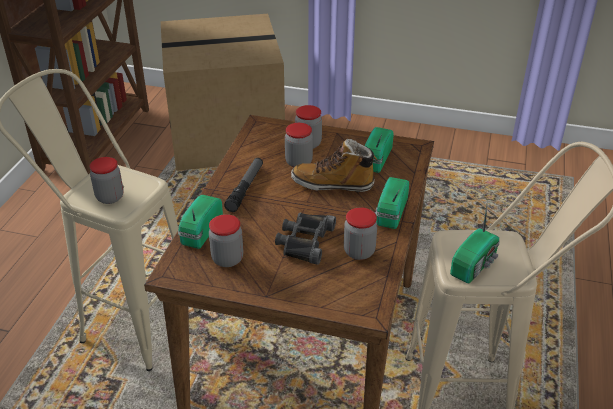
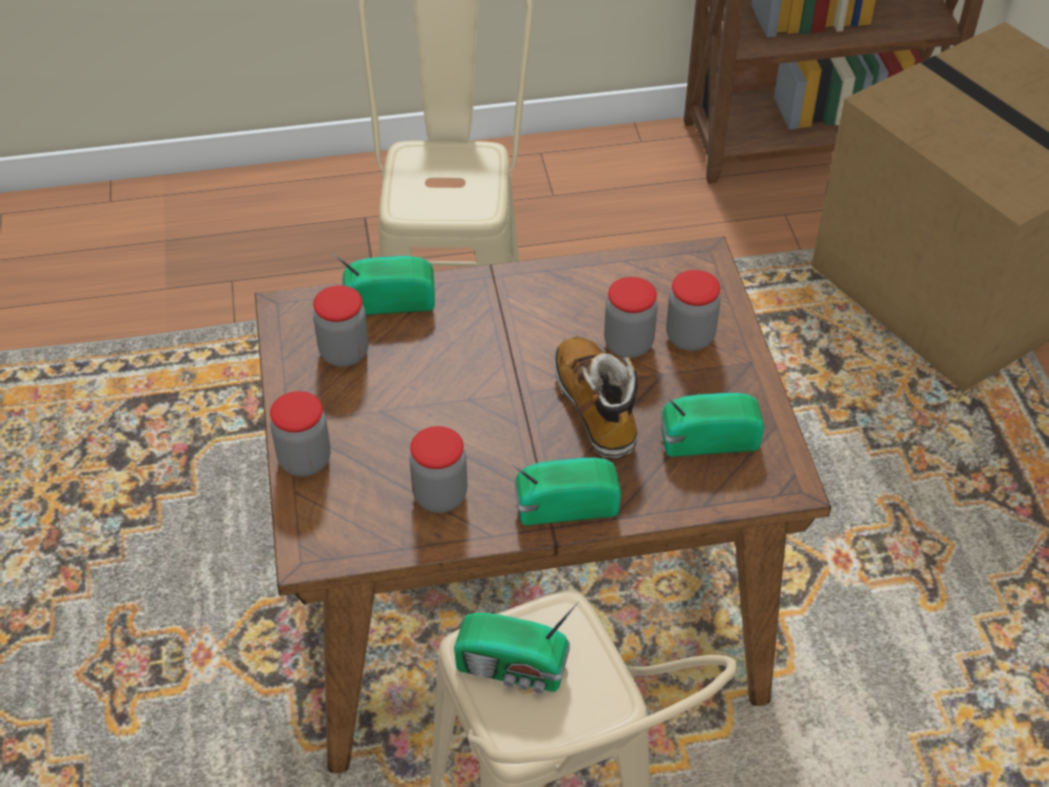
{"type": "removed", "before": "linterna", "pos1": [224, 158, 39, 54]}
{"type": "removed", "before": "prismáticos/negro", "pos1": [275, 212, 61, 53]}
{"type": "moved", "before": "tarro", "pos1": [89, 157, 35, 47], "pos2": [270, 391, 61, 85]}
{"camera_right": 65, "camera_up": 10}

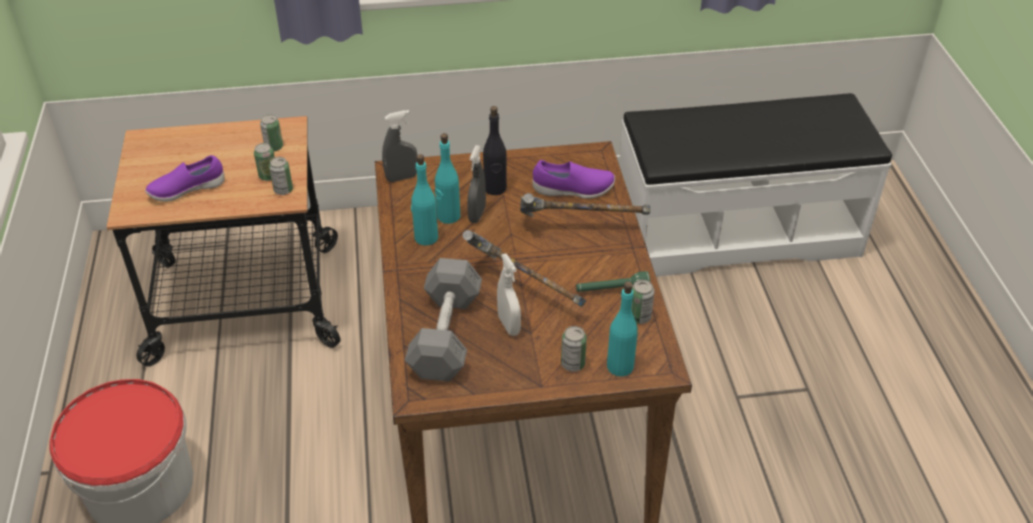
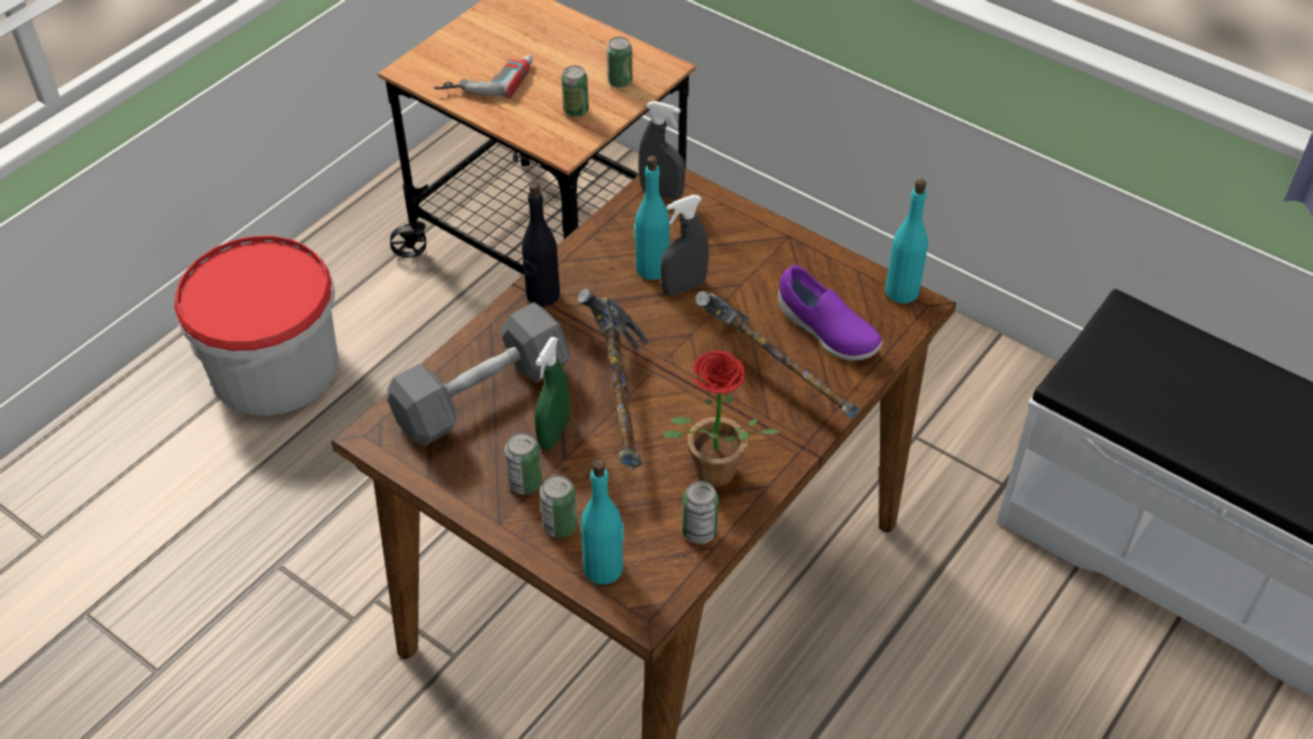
{"type": "moved", "before": "lata", "pos1": [269, 157, 24, 38], "pos2": [504, 432, 38, 63]}
{"type": "moved", "before": "botella/turquesa", "pos1": [411, 154, 27, 92], "pos2": [885, 179, 43, 124]}
{"type": "moved", "before": "botella/negro", "pos1": [483, 106, 24, 89], "pos2": [522, 182, 38, 125]}
{"type": "replaced", "before": "zapato/morado", "after": "taladro", "pos1": [145, 155, 80, 47], "pos2": [434, 55, 99, 43]}
{"type": "replaced", "before": "linterna/verde", "after": "planta en maceta", "pos1": [576, 271, 74, 21], "pos2": [664, 351, 117, 136]}
{"type": "recoloured", "before": "pulverizador/blanco", "after": "pulverizador/verde", "pos1": [497, 253, 24, 83], "pos2": [535, 337, 35, 112]}
{"camera_right": 45, "camera_up": 5}

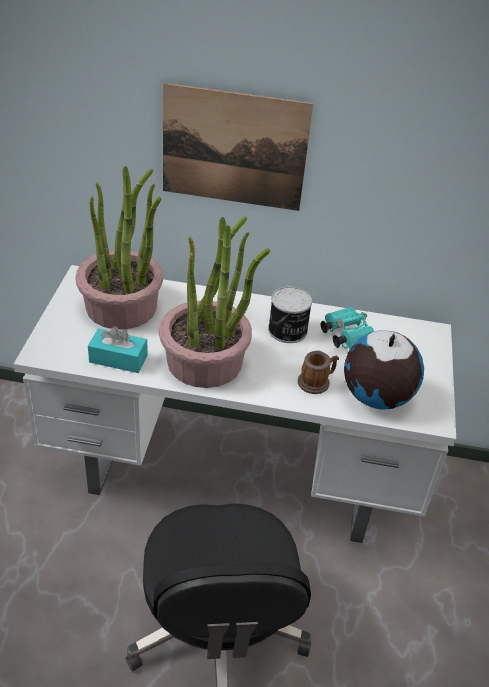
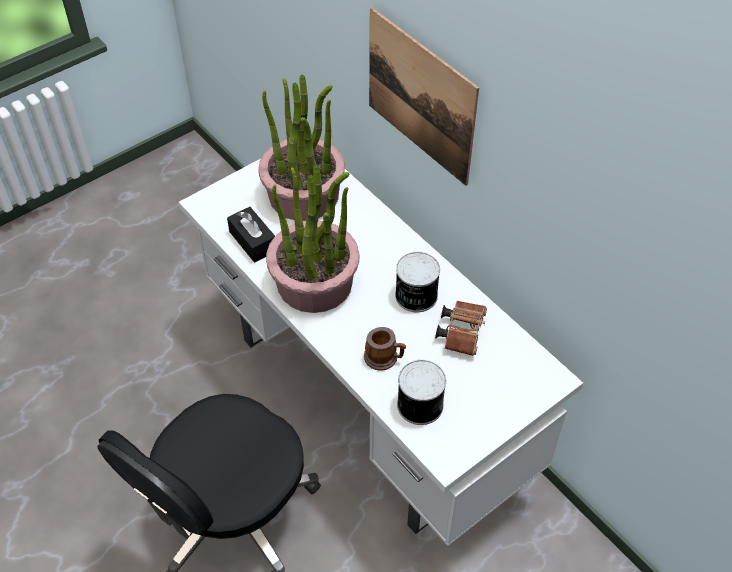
{"type": "replaced", "before": "globo terráqueo", "after": "lata", "pos1": [344, 330, 80, 79], "pos2": [397, 360, 49, 65]}
{"type": "recoloured", "before": "caja de pañuelos/turquesa", "after": "caja de pañuelos/negro", "pos1": [88, 326, 60, 47], "pos2": [227, 207, 48, 55]}
{"type": "recoloured", "before": "prismáticos/turquesa", "after": "prismáticos/marrón", "pos1": [321, 306, 53, 43], "pos2": [435, 301, 52, 55]}
{"camera_right": 45, "camera_up": 10}

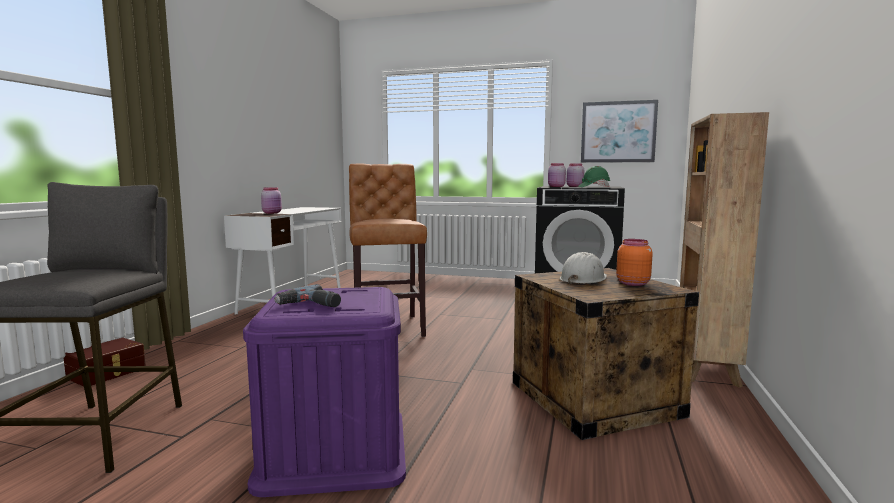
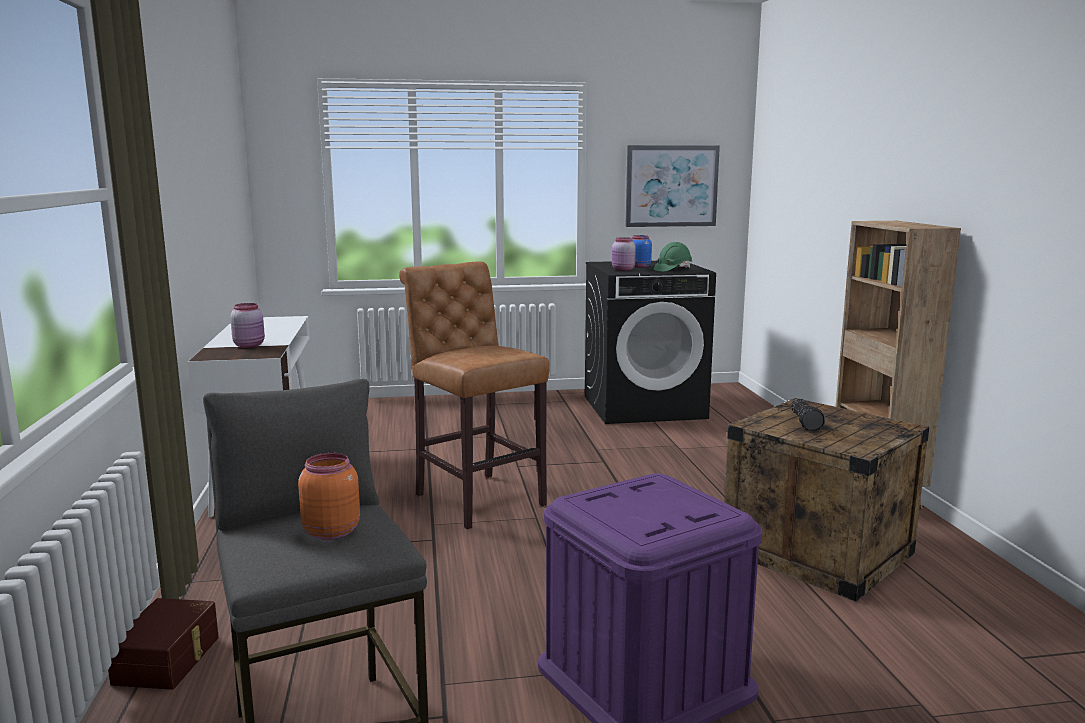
{"type": "removed", "before": "taladro", "pos1": [274, 284, 67, 23]}
{"type": "moved", "before": "tarro/naranja", "pos1": [616, 239, 37, 47], "pos2": [298, 453, 62, 87]}
{"type": "replaced", "before": "casco/blanco", "after": "linterna", "pos1": [559, 252, 48, 33], "pos2": [791, 399, 34, 32]}
{"type": "recoloured", "before": "tarro/rosa", "after": "tarro/azul", "pos1": [567, 163, 17, 24], "pos2": [632, 235, 20, 32]}
{"camera_right": -25, "camera_up": 5}

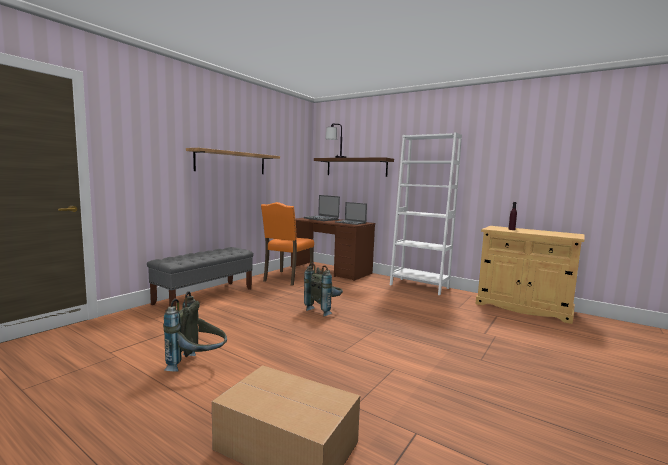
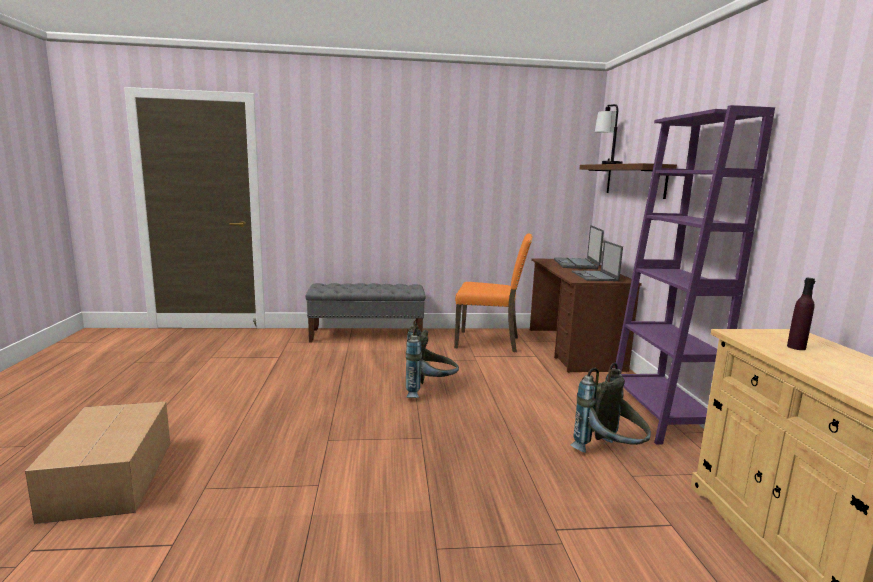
{"type": "removed", "before": "estante", "pos1": [186, 148, 94, 26]}
{"type": "moved", "before": "mochila/gris", "pos1": [163, 291, 64, 81], "pos2": [570, 363, 81, 90]}
{"type": "recoloured", "before": "estantería/blanco", "after": "estantería/morado", "pos1": [390, 132, 72, 163], "pos2": [616, 105, 159, 340]}
{"type": "turned", "before": "silla/naranja", "pos1": [261, 202, 53, 84], "pos2": [454, 233, 78, 119], "turn": -150}
{"camera_right": 50, "camera_up": 5}

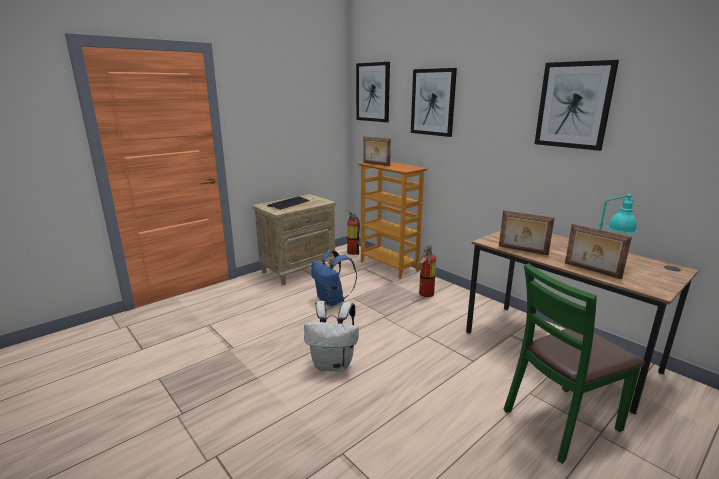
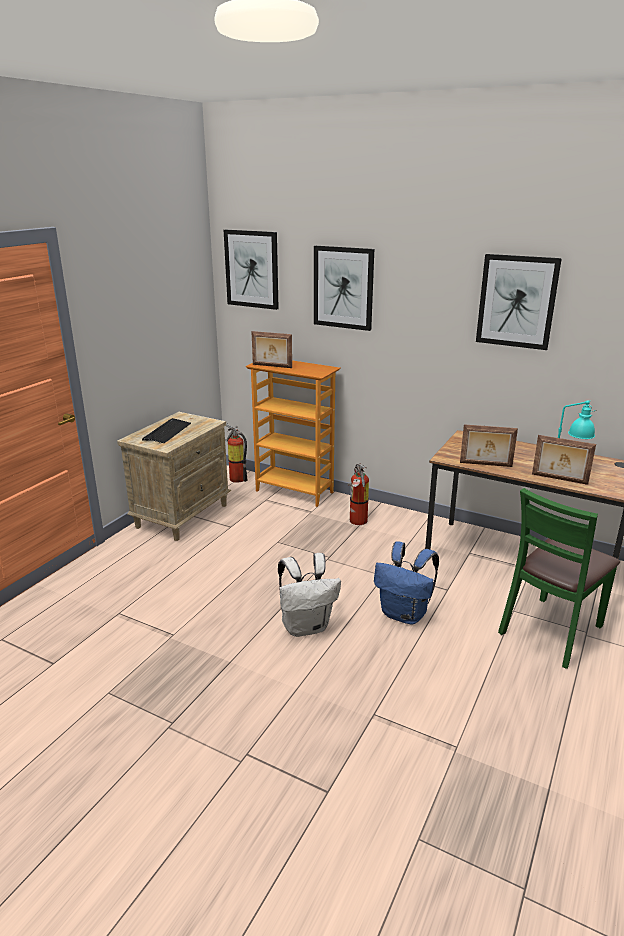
{"type": "moved", "before": "mochila/azul", "pos1": [311, 250, 46, 57], "pos2": [374, 542, 65, 83]}
{"camera_right": -20, "camera_up": 5}

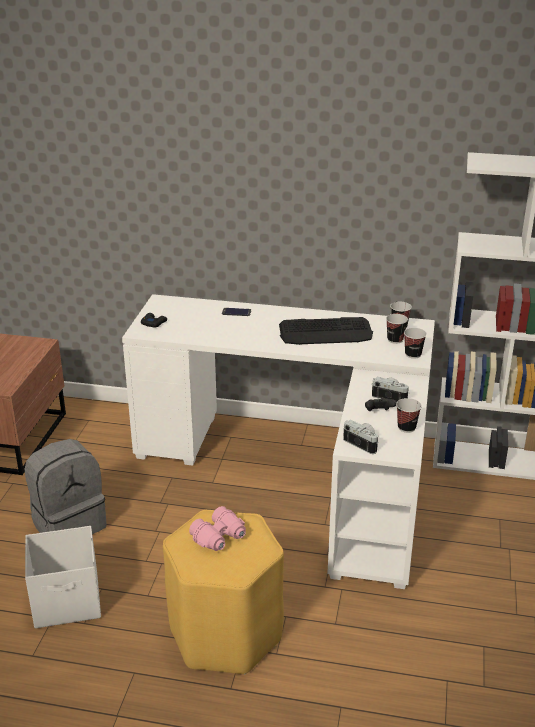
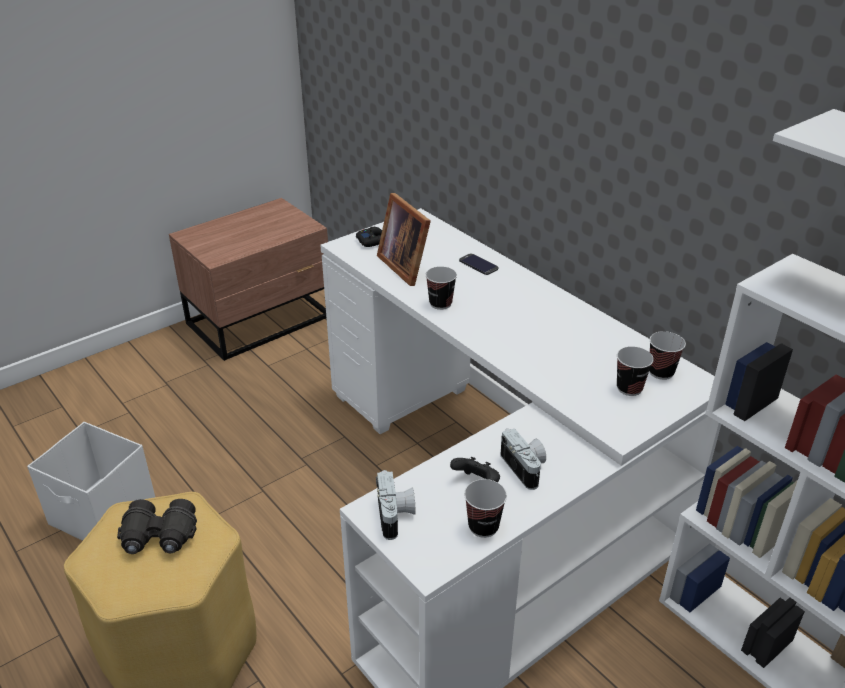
{"type": "removed", "before": "mochila/gris", "pos1": [25, 439, 82, 95]}
{"type": "removed", "before": "teclado", "pos1": [279, 317, 94, 28]}
{"type": "added", "after": "portarretratos", "pos2": [377, 193, 54, 93]}
{"type": "moved", "before": "taza", "pos1": [404, 328, 23, 31], "pos2": [426, 266, 31, 44]}
{"type": "recoloured", "before": "prismáticos/rosa", "after": "prismáticos/negro", "pos1": [189, 506, 57, 45], "pos2": [117, 499, 80, 55]}
{"camera_right": 40, "camera_up": 5}

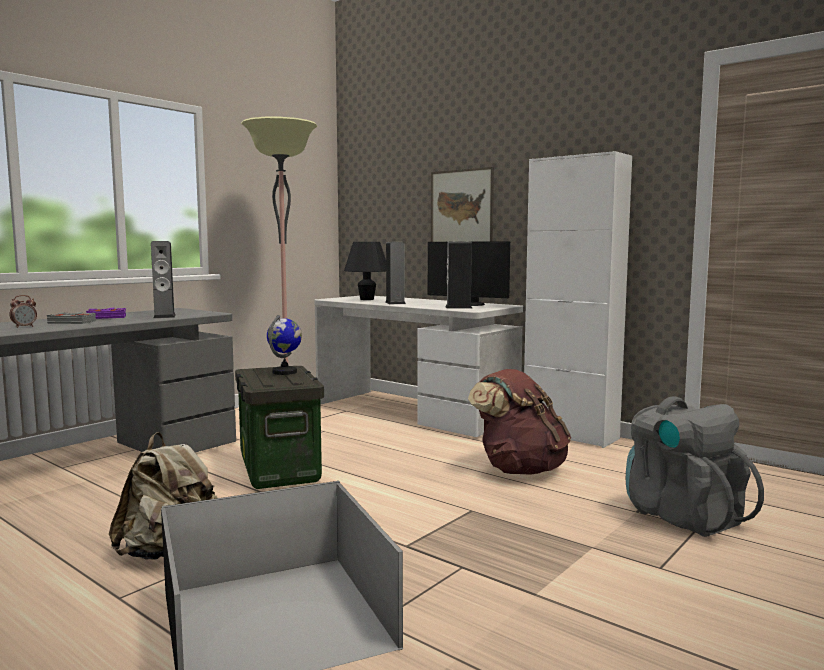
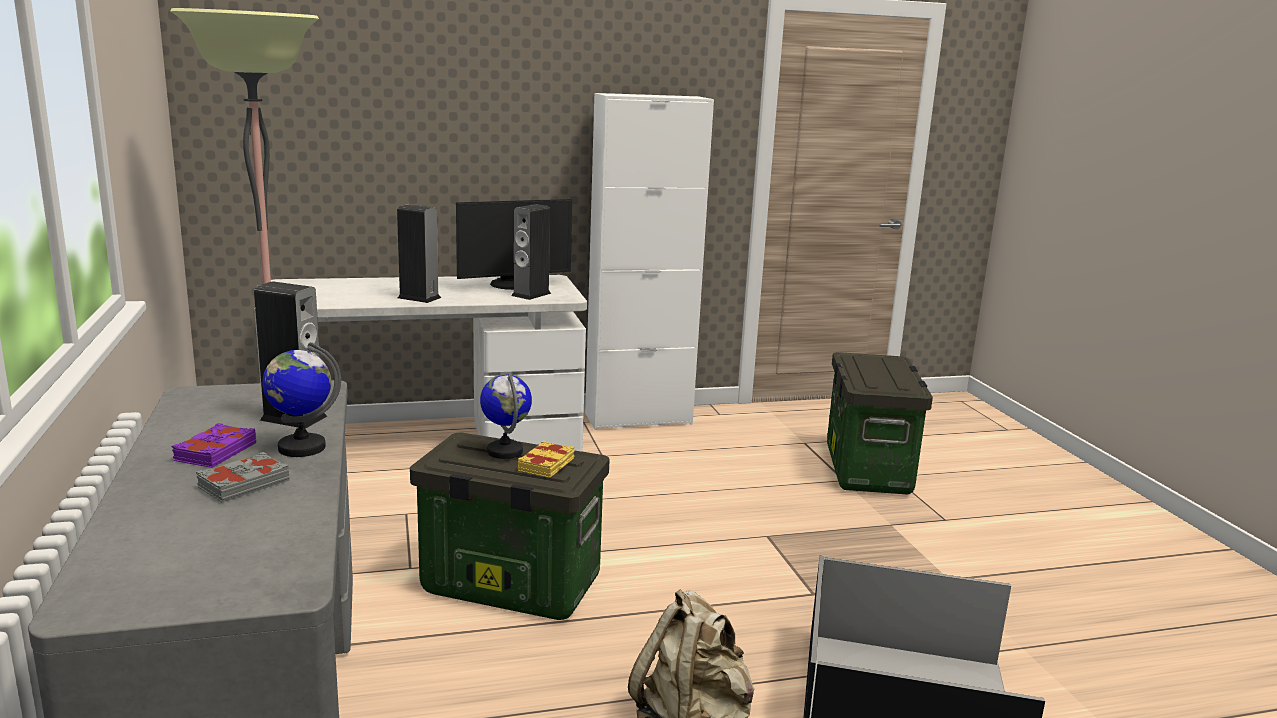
{"type": "removed", "before": "despertador", "pos1": [9, 295, 28, 33]}
{"type": "removed", "before": "lámpara de mesa/negro", "pos1": [344, 242, 42, 58]}
{"type": "removed", "before": "cuadro", "pos1": [431, 167, 63, 75]}
{"type": "removed", "before": "mochila/marrón", "pos1": [468, 369, 103, 106]}
{"type": "added", "after": "globo terráqueo", "pos2": [263, 342, 78, 115]}
{"type": "added", "after": "libro/amarillo", "pos2": [518, 440, 57, 38]}
{"type": "replaced", "before": "mochila/gris", "after": "caja de almacenaje", "pos1": [626, 396, 138, 141], "pos2": [827, 352, 106, 143]}
{"camera_right": -55, "camera_up": 10}

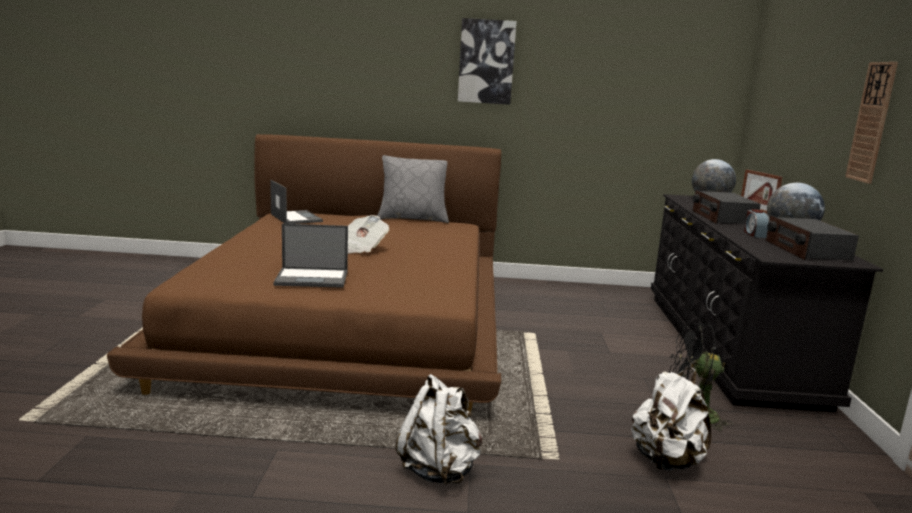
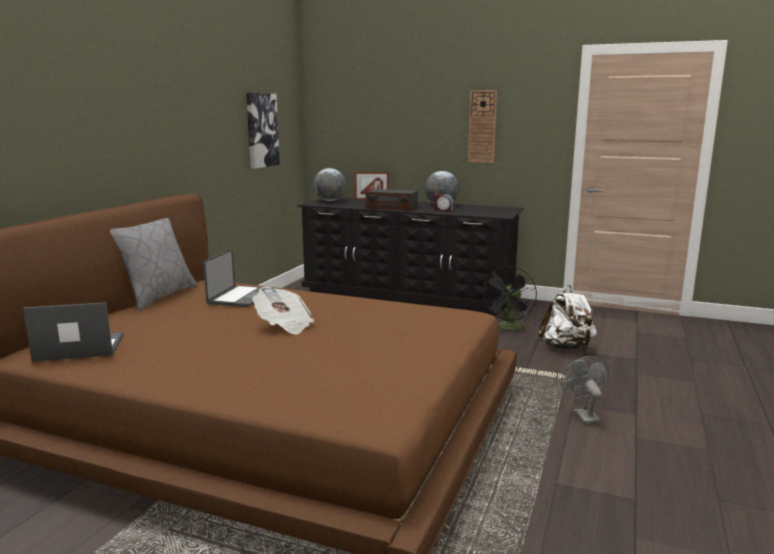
{"type": "removed", "before": "radio", "pos1": [766, 215, 93, 45]}
{"type": "moved", "before": "portátil", "pos1": [273, 223, 75, 65], "pos2": [203, 249, 58, 58]}
{"type": "moved", "before": "cuadro", "pos1": [458, 18, 59, 87], "pos2": [246, 93, 34, 76]}
{"type": "replaced", "before": "mochila/blanco", "after": "ventilador/gris", "pos1": [396, 374, 86, 110], "pos2": [561, 356, 48, 69]}
{"camera_right": -70, "camera_up": 0}

